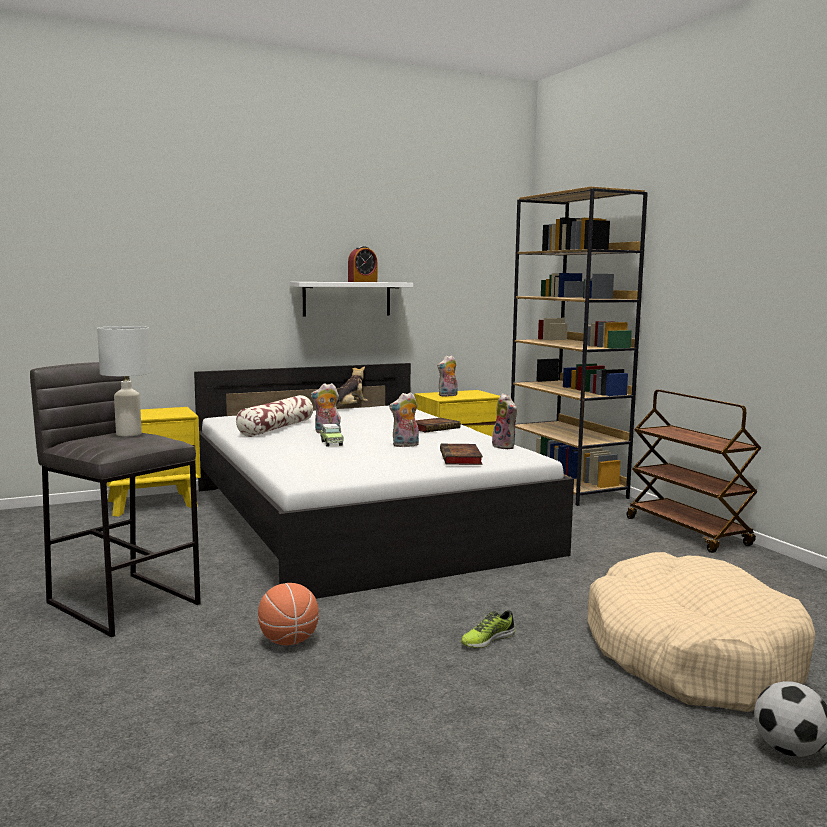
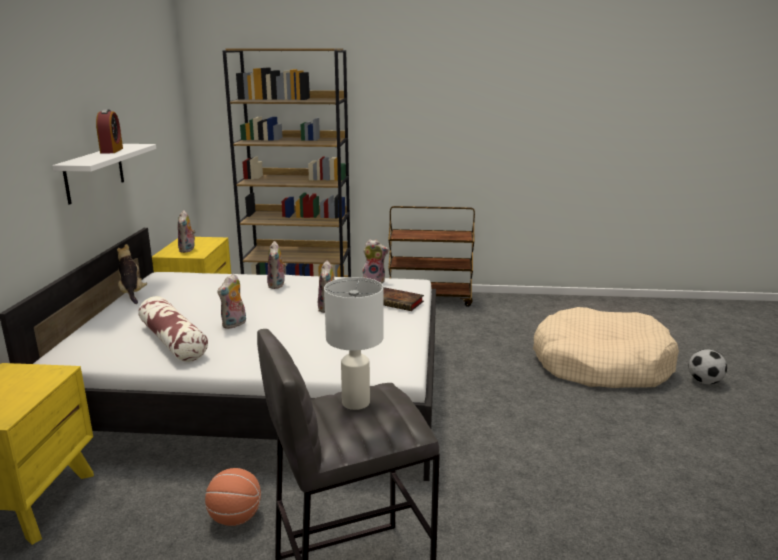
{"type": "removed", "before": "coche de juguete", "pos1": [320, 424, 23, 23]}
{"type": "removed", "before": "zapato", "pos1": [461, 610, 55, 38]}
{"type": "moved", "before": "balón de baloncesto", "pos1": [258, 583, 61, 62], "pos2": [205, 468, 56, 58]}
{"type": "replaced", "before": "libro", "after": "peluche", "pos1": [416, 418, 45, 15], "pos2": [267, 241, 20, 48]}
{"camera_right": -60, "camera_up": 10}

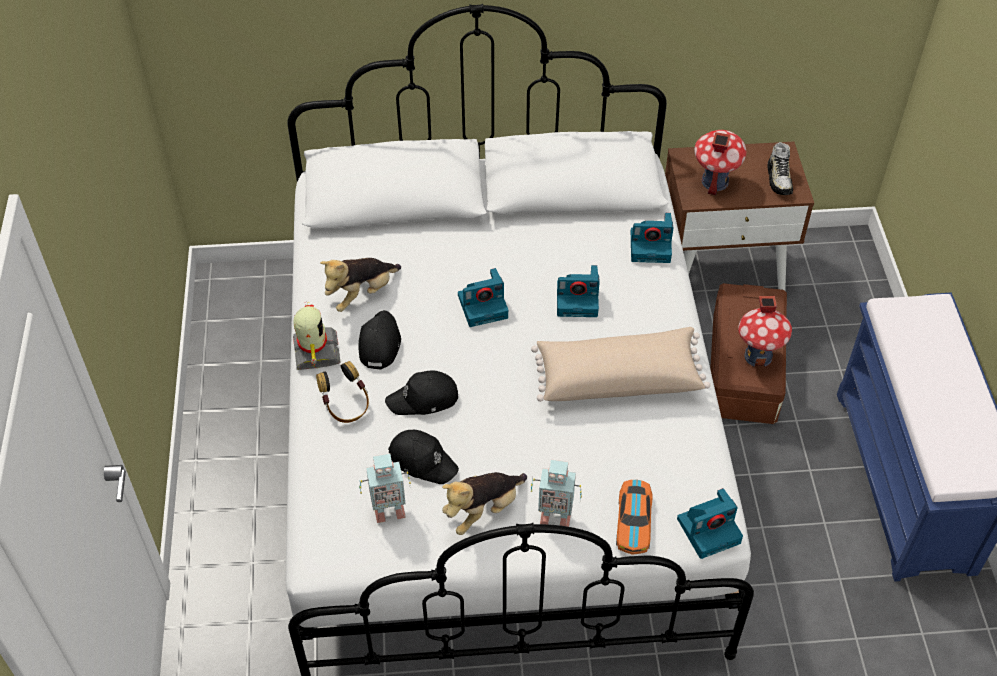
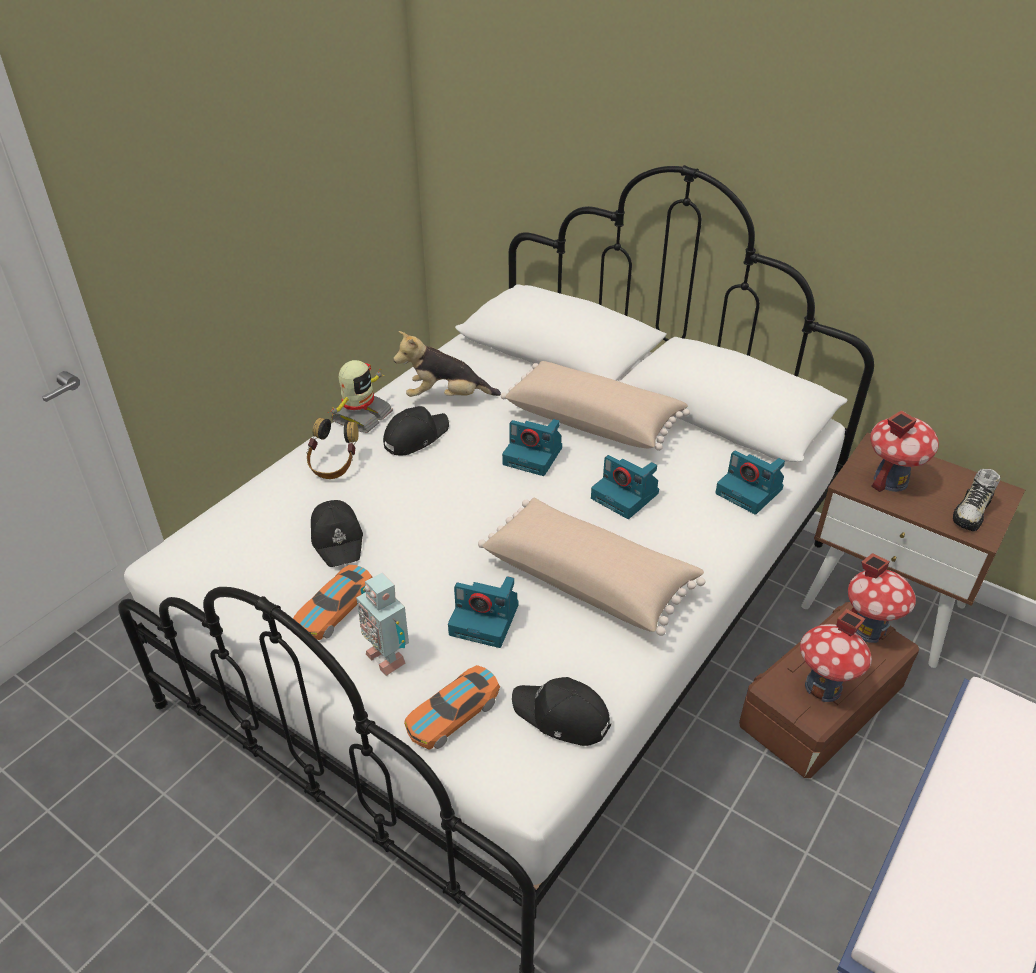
{"type": "removed", "before": "robot de juguete", "pos1": [359, 453, 52, 70]}
{"type": "added", "after": "cojín/beis", "pos2": [501, 361, 189, 90]}
{"type": "added", "after": "casita", "pos2": [848, 553, 68, 90]}
{"type": "moved", "before": "gorra/negro", "pos1": [385, 370, 73, 45], "pos2": [512, 677, 99, 69]}
{"type": "moved", "before": "cámara", "pos1": [677, 488, 66, 71], "pos2": [448, 576, 70, 72]}
{"type": "replaced", "before": "peluche", "after": "coche de juguete", "pos1": [442, 472, 85, 63], "pos2": [293, 565, 80, 75]}
{"camera_right": 40, "camera_up": -10}

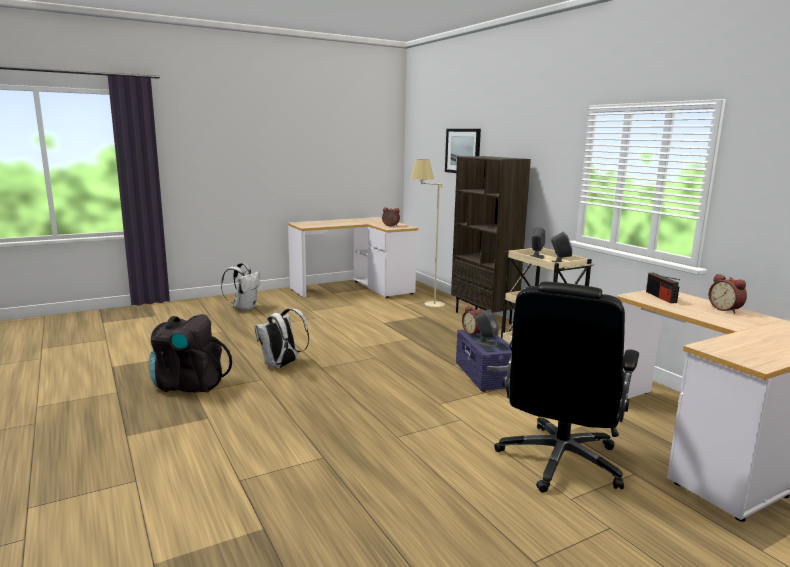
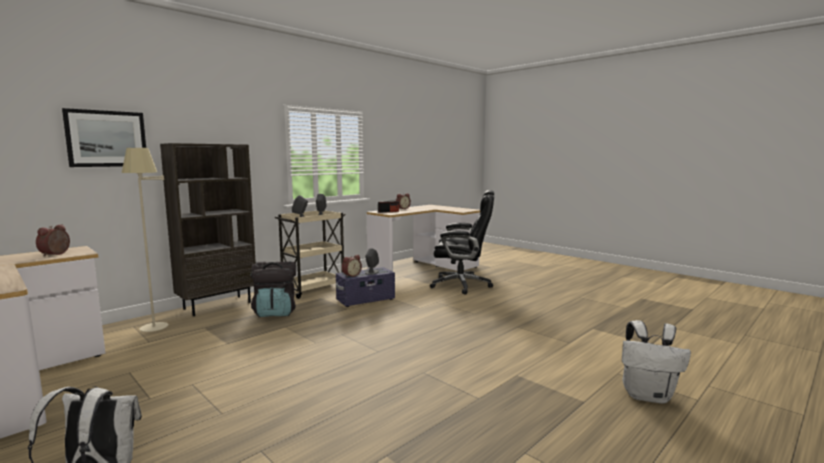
{"type": "moved", "before": "mochila/negro", "pos1": [149, 314, 83, 79], "pos2": [250, 261, 46, 56]}
{"type": "moved", "before": "mochila/blanco", "pos1": [255, 308, 54, 60], "pos2": [622, 320, 69, 84]}
{"camera_right": -105, "camera_up": -5}

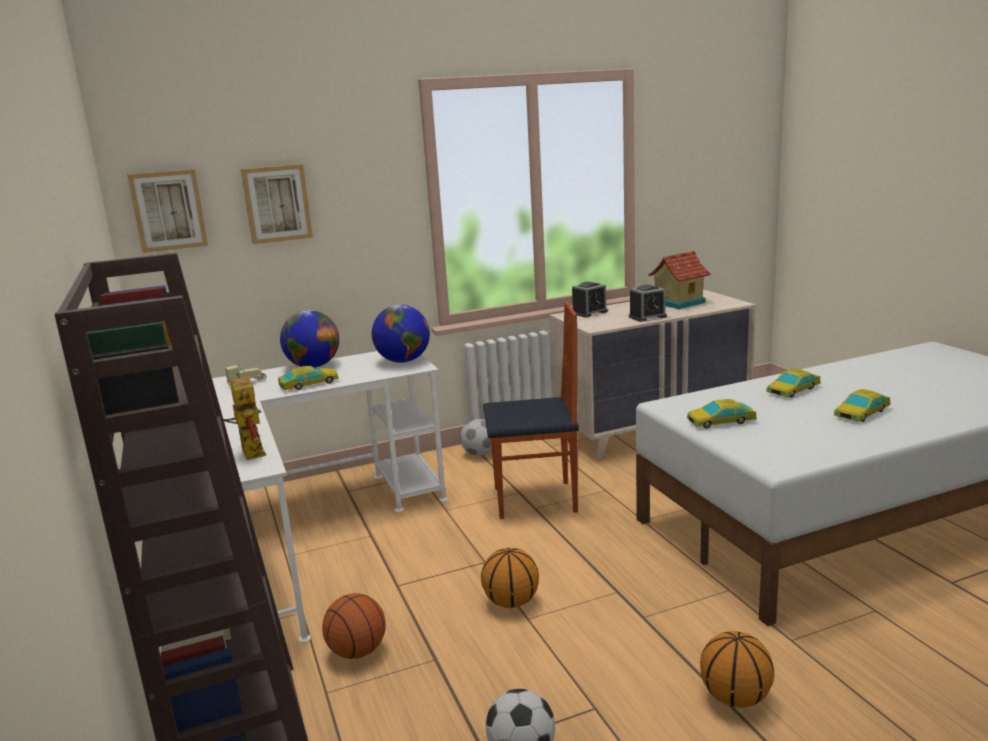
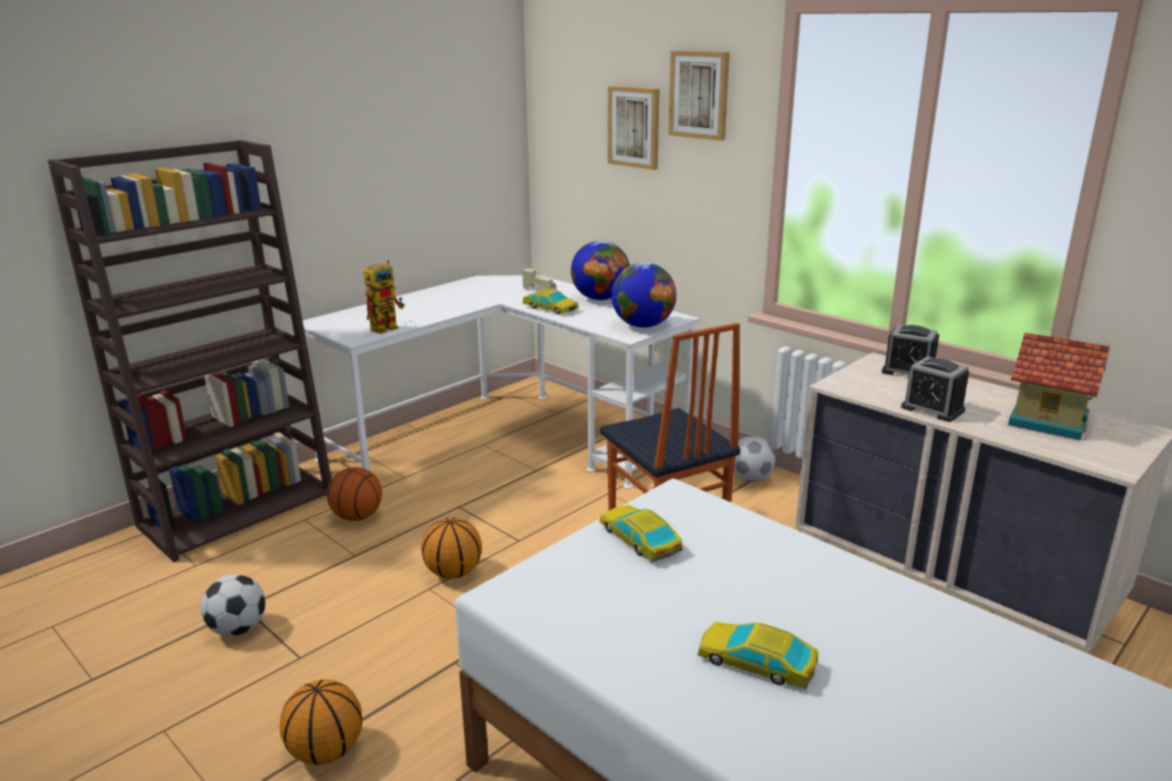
{"type": "removed", "before": "coche de juguete", "pos1": [766, 369, 55, 29]}
{"type": "moved", "before": "cuadro", "pos1": [127, 169, 81, 84], "pos2": [668, 51, 62, 90]}
{"camera_right": 65, "camera_up": 5}

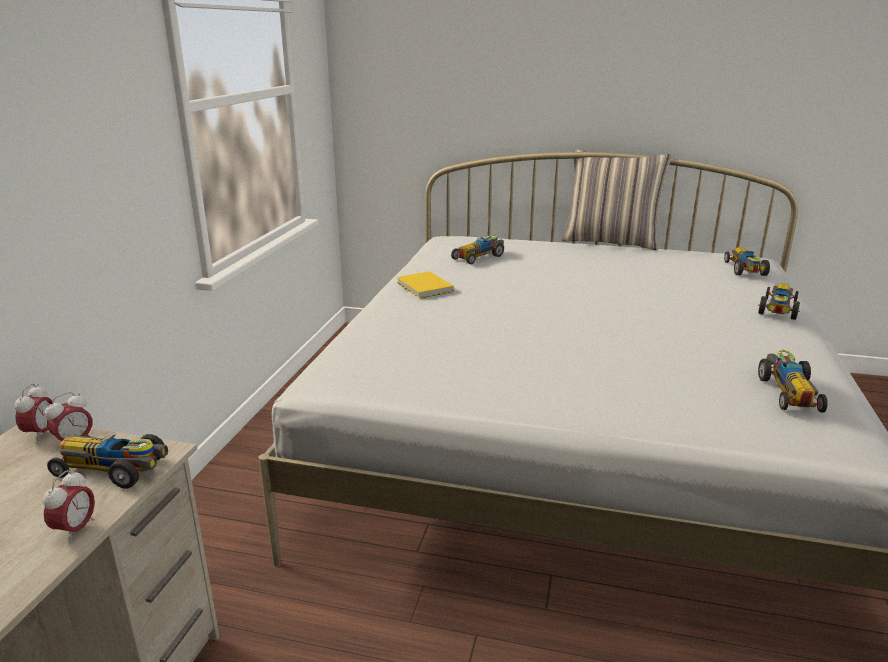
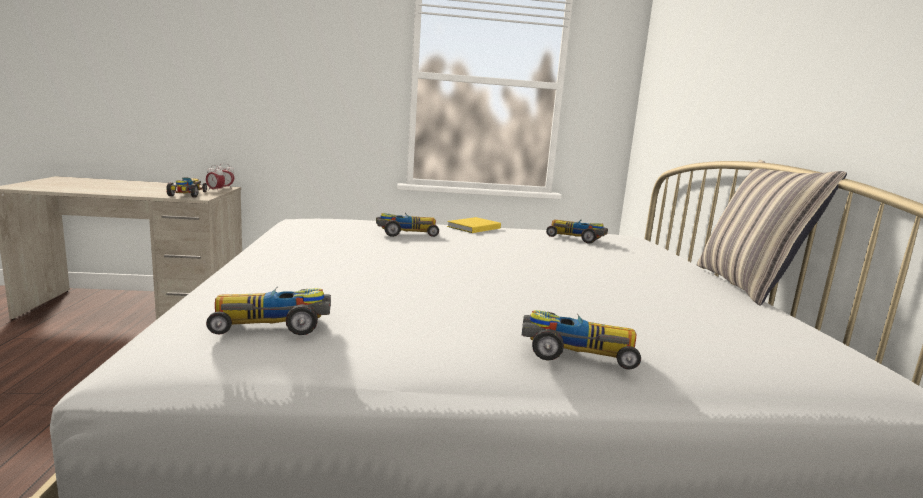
{"type": "removed", "before": "despertador", "pos1": [43, 470, 52, 72]}
{"type": "moved", "before": "coche de juguete", "pos1": [724, 247, 46, 29], "pos2": [376, 213, 63, 24]}
{"camera_right": 70, "camera_up": -10}

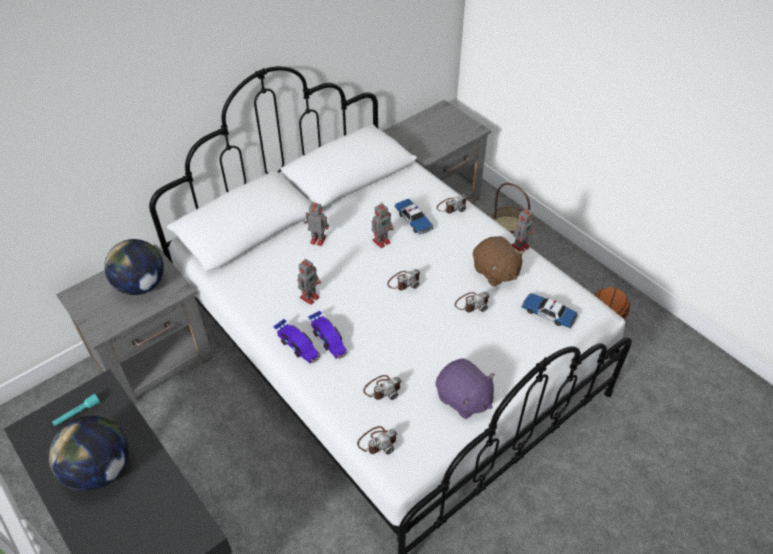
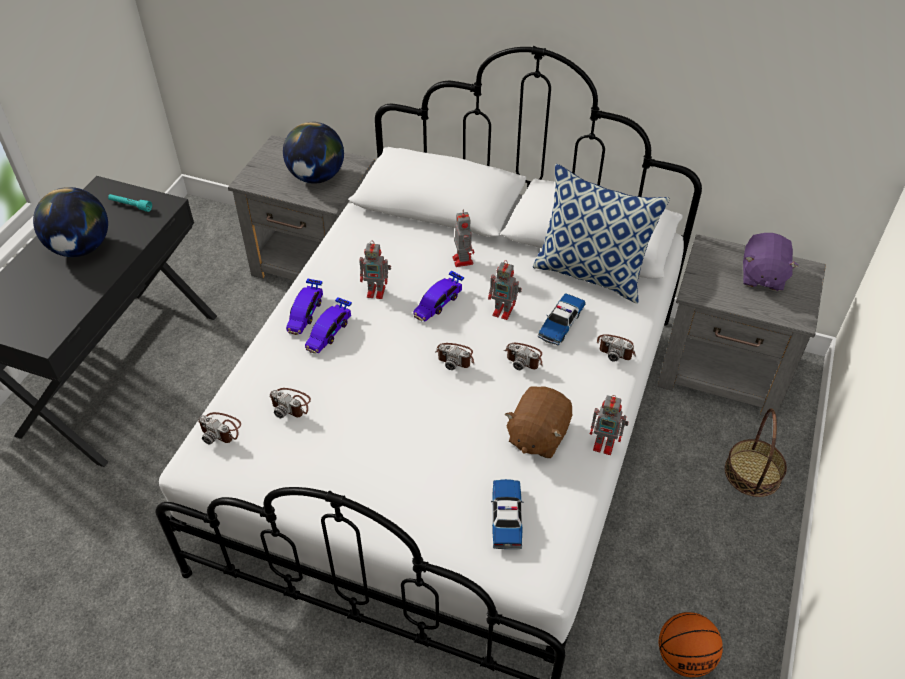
{"type": "added", "after": "coche de juguete", "pos2": [413, 271, 51, 50]}
{"type": "added", "after": "cojín", "pos2": [533, 164, 137, 140]}
{"type": "moved", "before": "peluche/morado", "pos1": [435, 359, 60, 60], "pos2": [743, 233, 55, 58]}
{"type": "moved", "before": "cámara", "pos1": [455, 291, 35, 21], "pos2": [504, 343, 38, 27]}
{"camera_right": 60, "camera_up": 0}

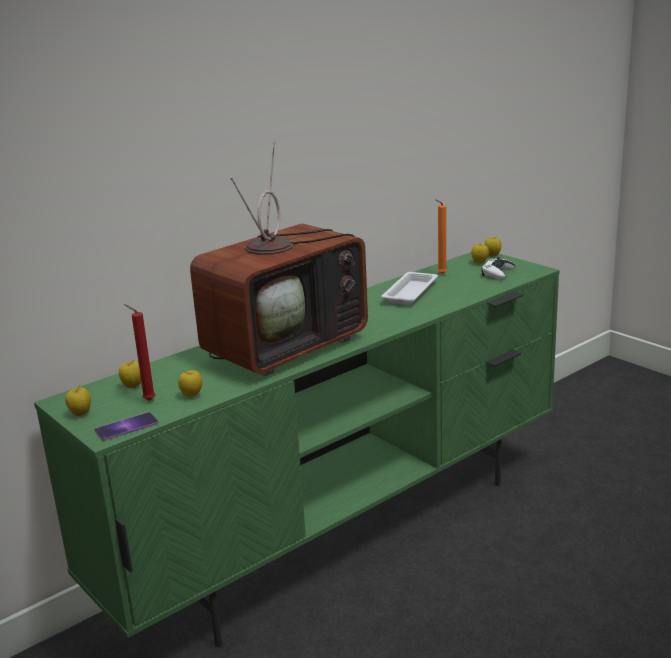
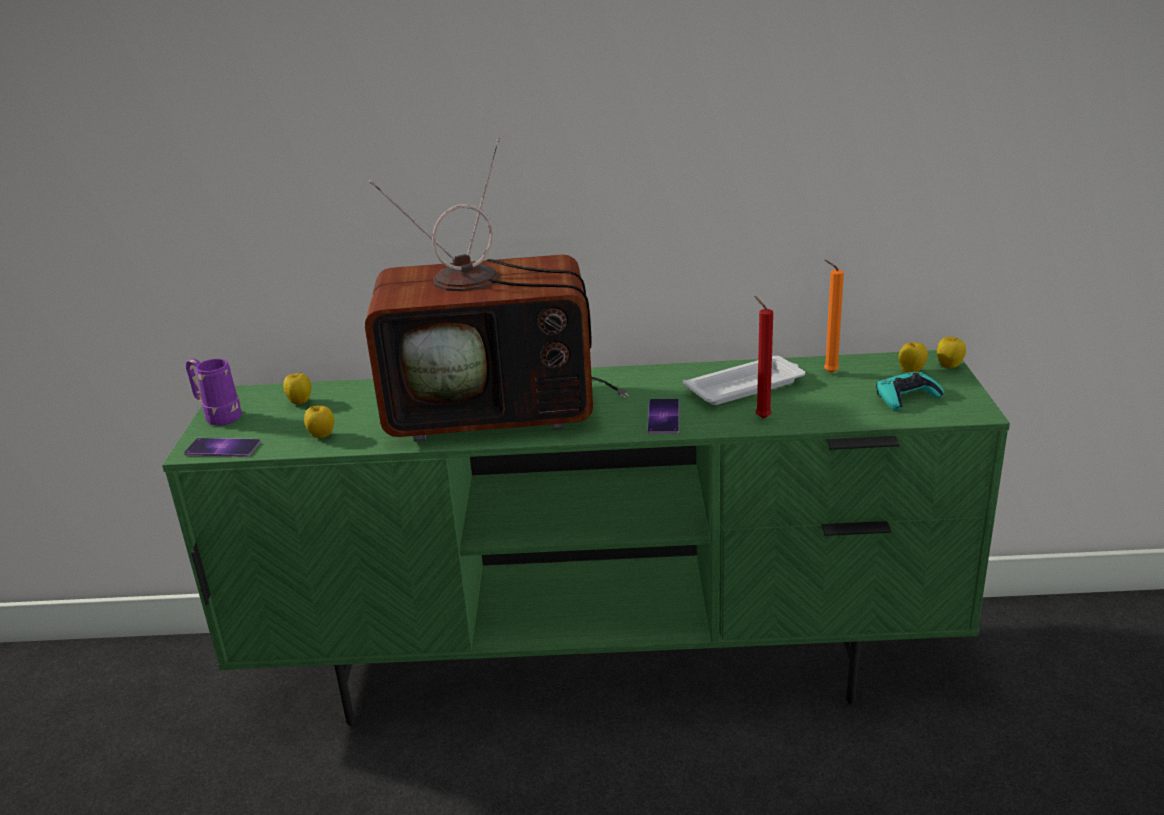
{"type": "added", "after": "móvil", "pos2": [647, 399, 32, 35]}
{"type": "moved", "before": "vela/rojo", "pos1": [124, 304, 31, 97], "pos2": [754, 296, 19, 123]}
{"type": "replaced", "before": "manzana", "after": "taza grande/morado", "pos1": [65, 385, 26, 31], "pos2": [186, 359, 56, 67]}
{"type": "recoloured", "before": "mando de consola/blanco", "after": "mando de consola/turquesa", "pos1": [481, 257, 34, 23], "pos2": [876, 371, 68, 39]}
{"camera_right": 40, "camera_up": 5}

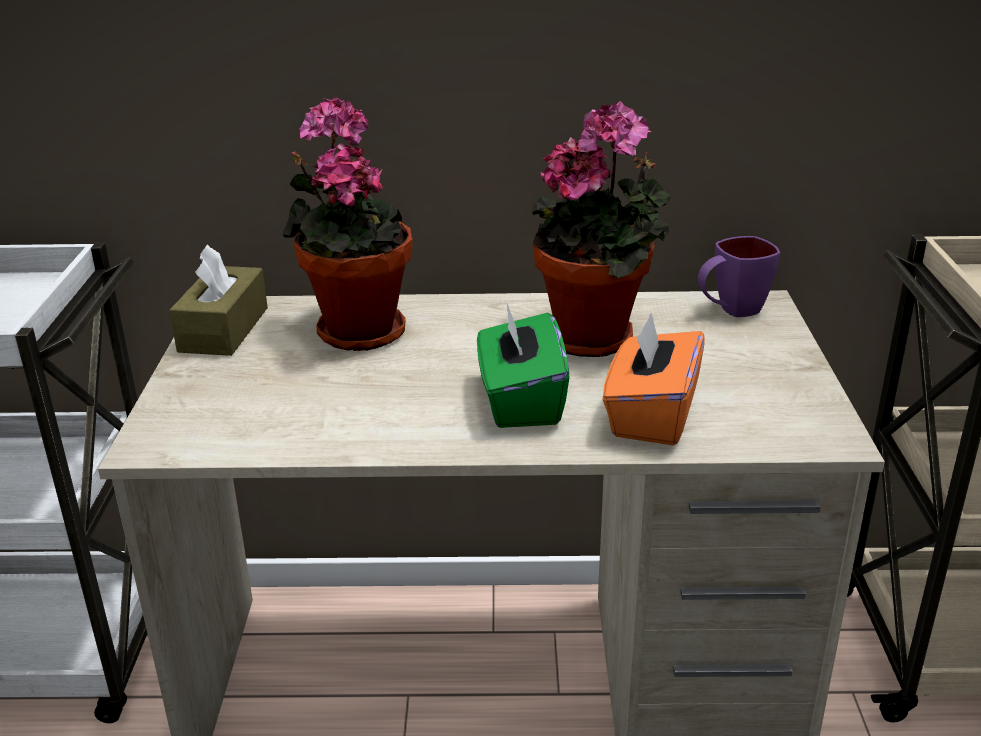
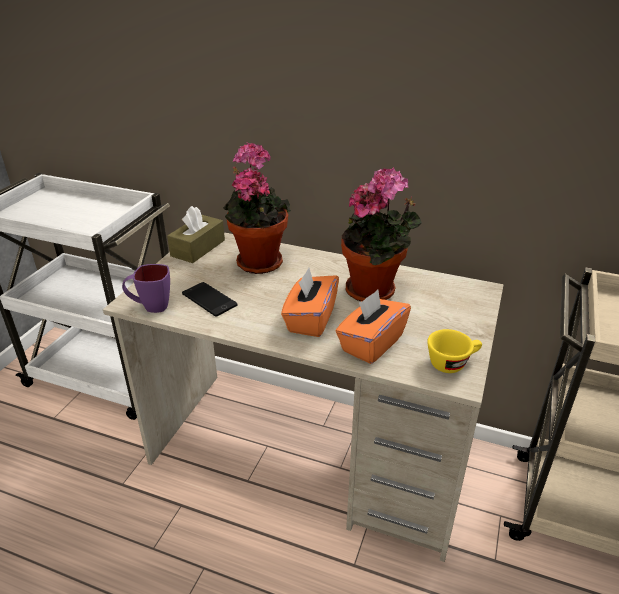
{"type": "added", "after": "móvil", "pos2": [182, 282, 55, 35]}
{"type": "added", "after": "taza/amarillo", "pos2": [427, 329, 55, 44]}
{"type": "moved", "before": "taza grande/morado", "pos1": [698, 236, 82, 81], "pos2": [122, 264, 48, 49]}
{"type": "recoloured", "before": "caja de pañuelos/verde", "after": "caja de pañuelos/naranja", "pos1": [477, 304, 92, 124], "pos2": [281, 268, 58, 69]}
{"camera_right": 20, "camera_up": 5}

